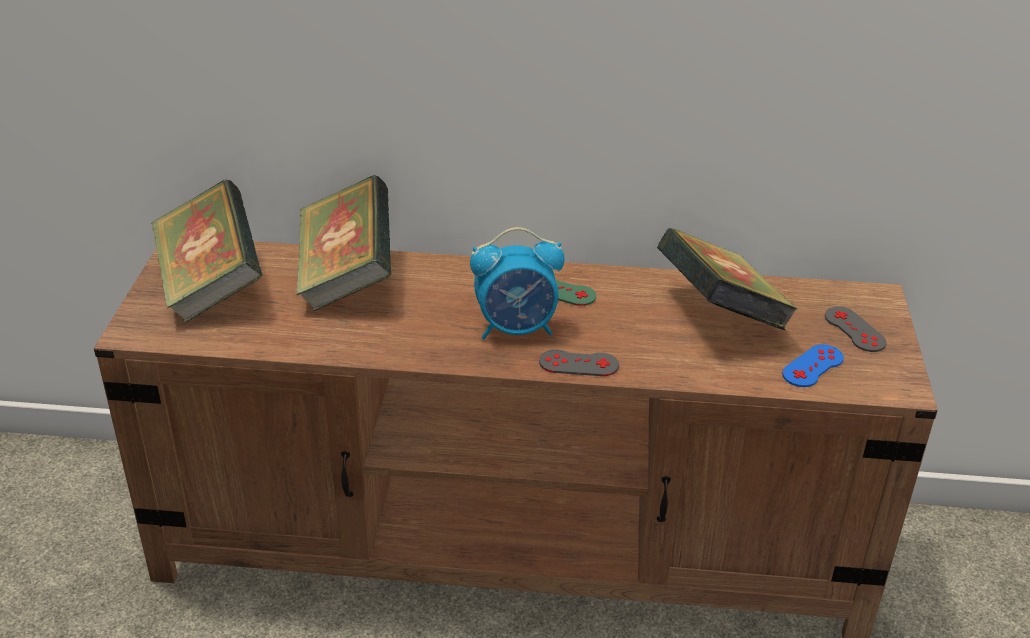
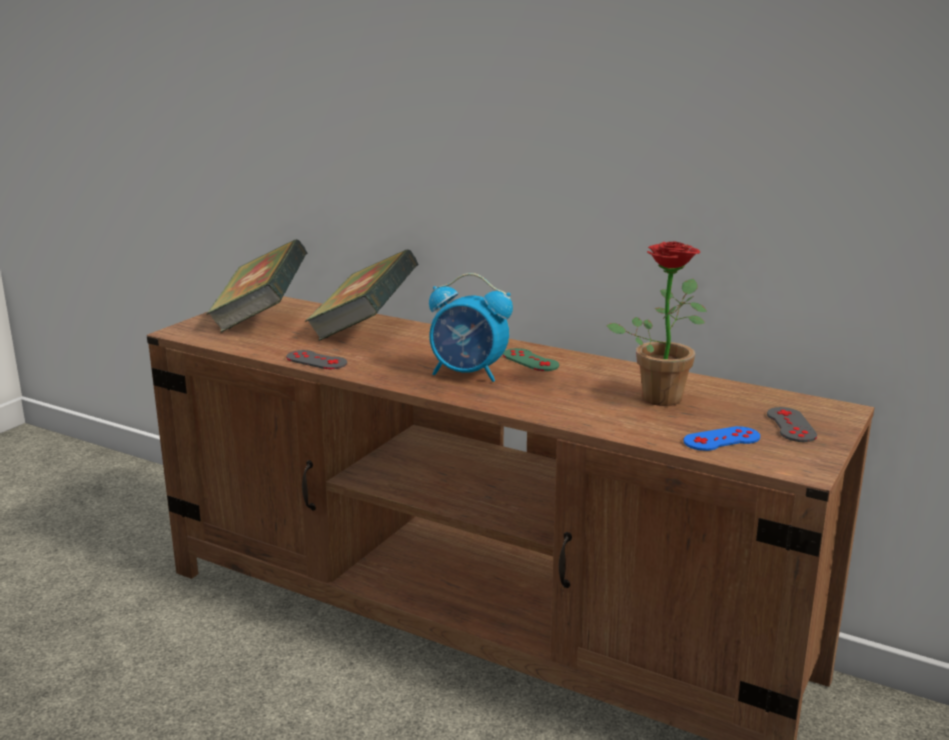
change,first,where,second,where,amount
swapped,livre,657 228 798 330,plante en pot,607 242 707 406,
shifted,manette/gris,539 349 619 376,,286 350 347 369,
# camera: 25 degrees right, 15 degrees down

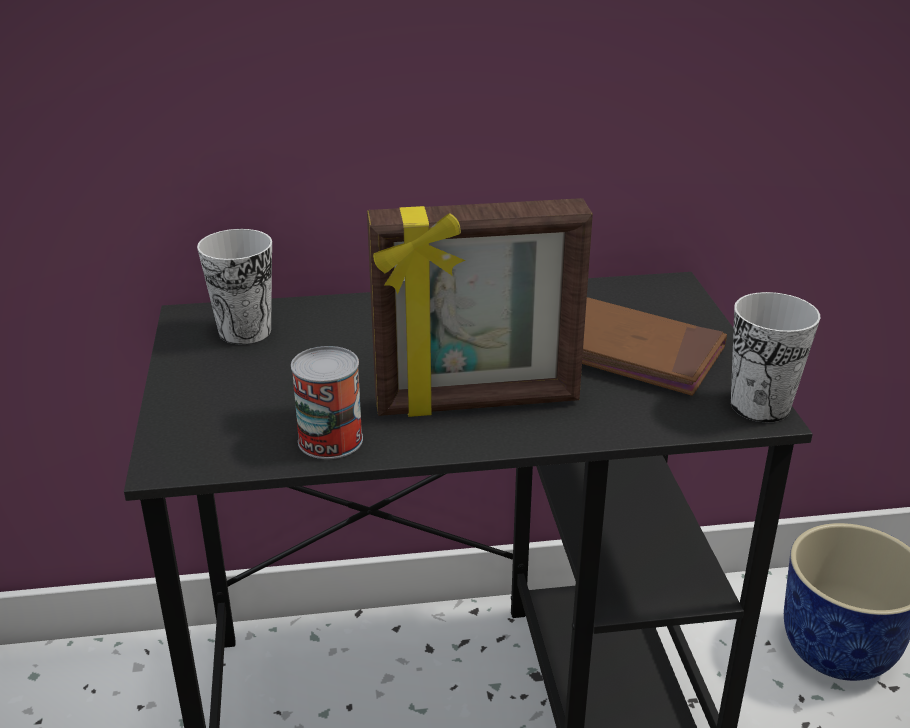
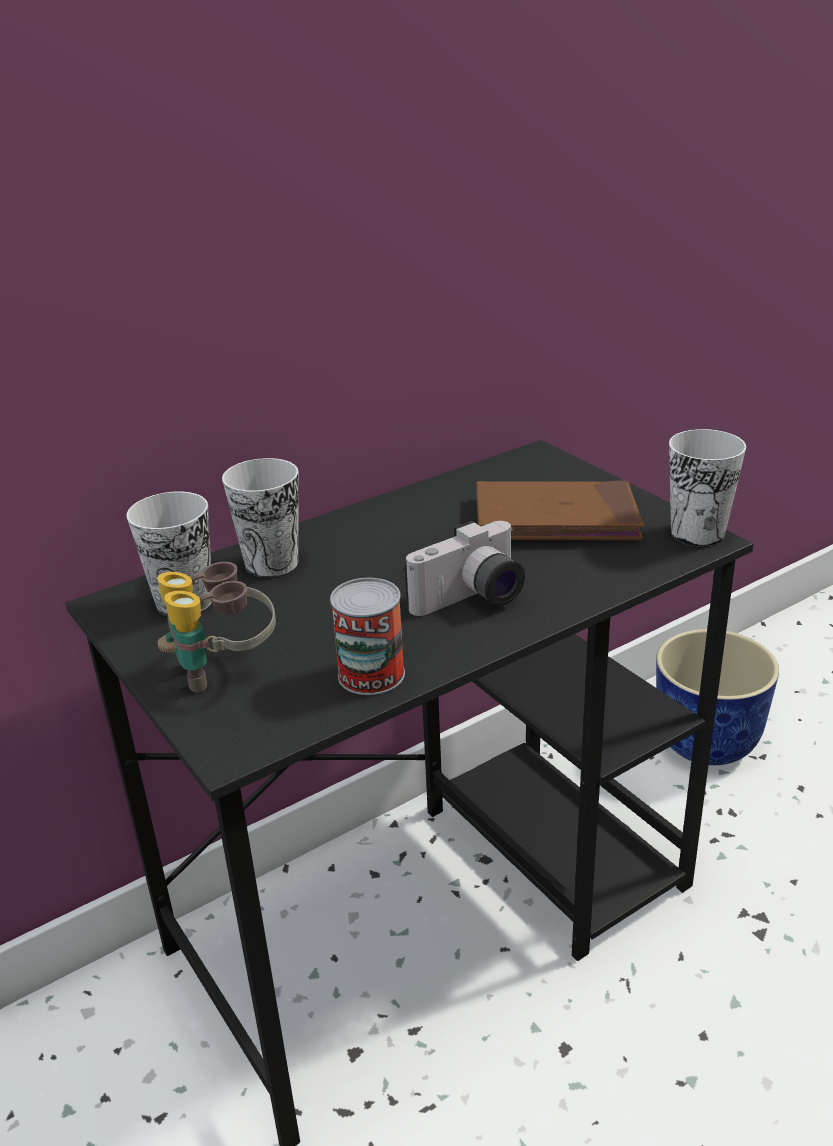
change,first,where,second,where,amount
swapped,cadre photo,367 198 593 417,appareil photo,404 521 525 616,
new,,,tasse,222 458 298 577,
new,,,jumelles,157 562 276 693,
# camera: 25 degrees left, 0 degrees up

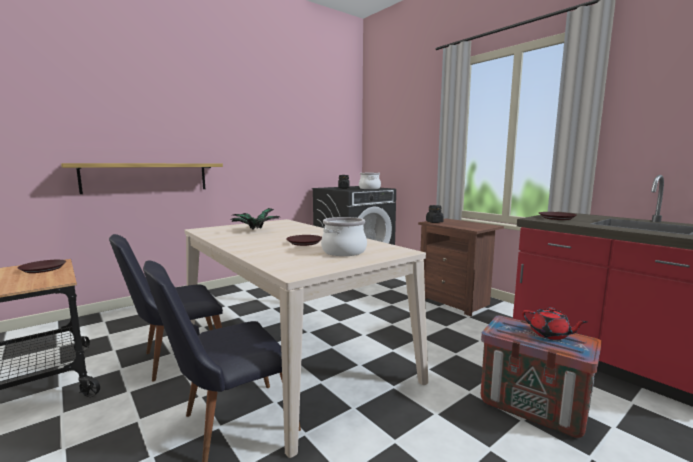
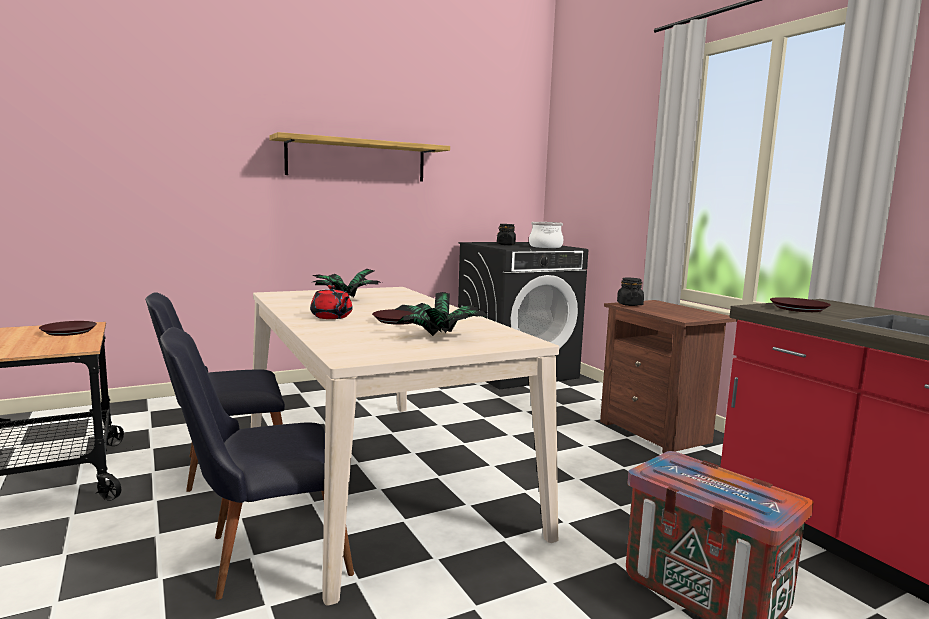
change,first,where,second,where,amount
shifted,étagère,61 163 223 194,,269 132 450 182,
swapped,marmite,321 217 367 256,plante en pot,394 292 488 336,
shifted,théière/rouge,522 307 587 340,,310 285 353 319,
# camera: 10 degrees right, 0 degrees up

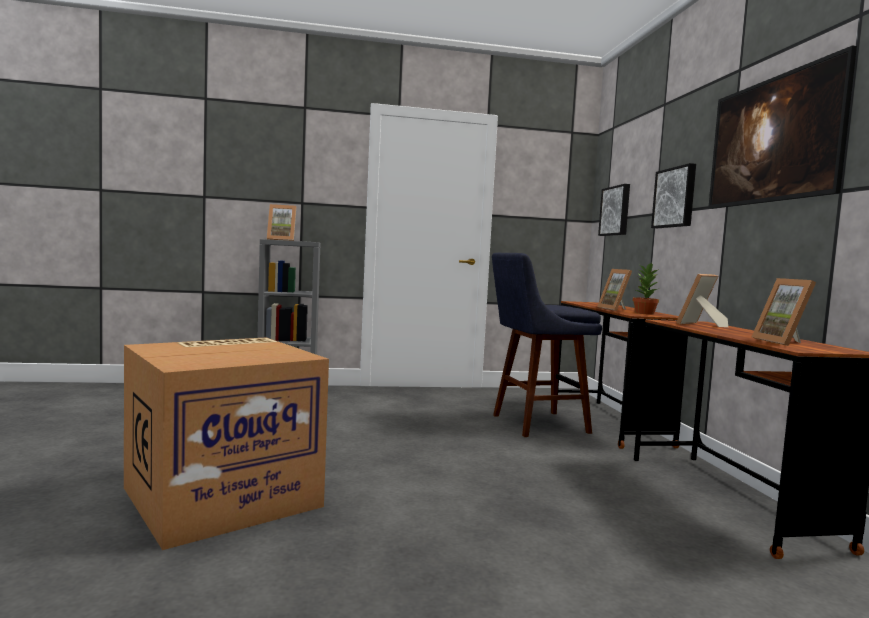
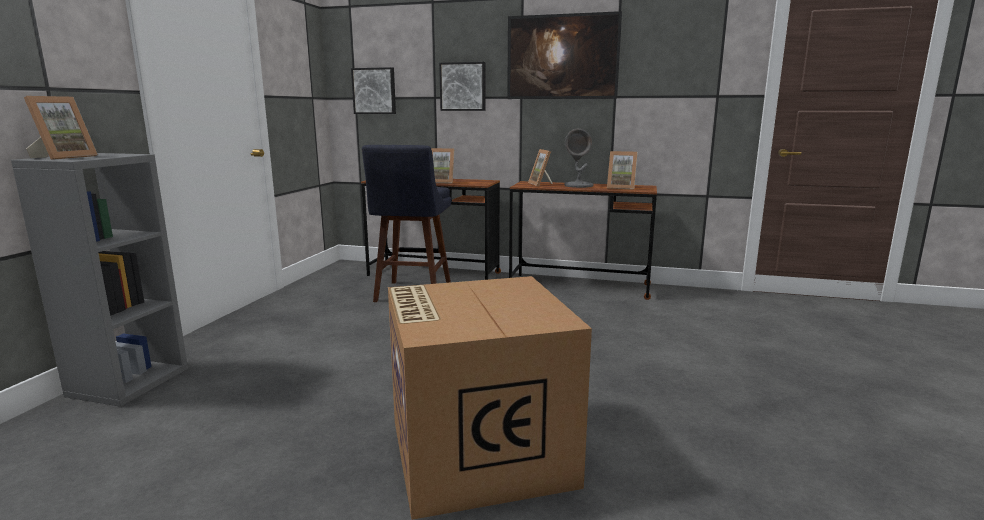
change,first,where,second,where,amount
gone,plante en pot,633 264 659 315,,,
new,,,lampe de table/gris,564 129 593 188,
# camera: 65 degrees left, 10 degrees up

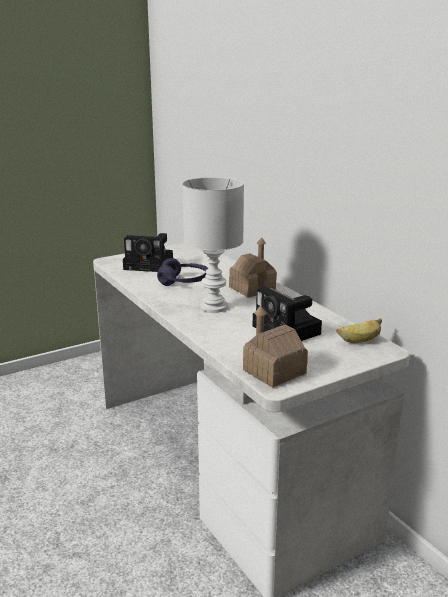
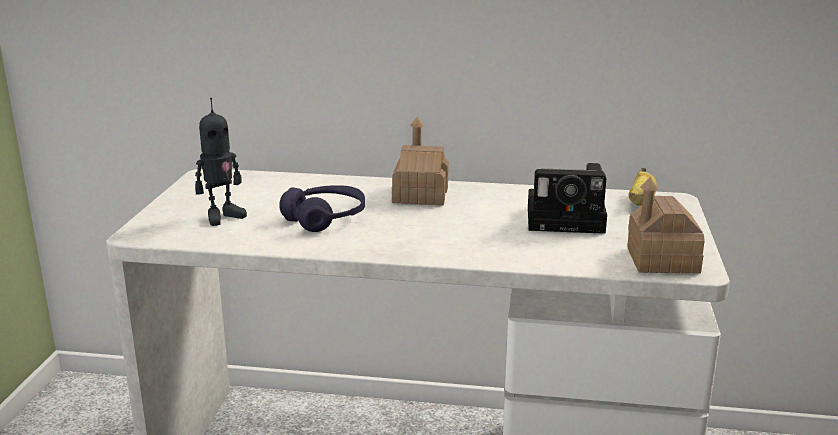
change,first,where,second,where,amount
gone,lampe de table/blanc,182 177 244 313,,,
swapped,appareil photo,123 233 173 272,robot jouet,195 98 247 226,
# camera: 50 degrees left, 0 degrees up

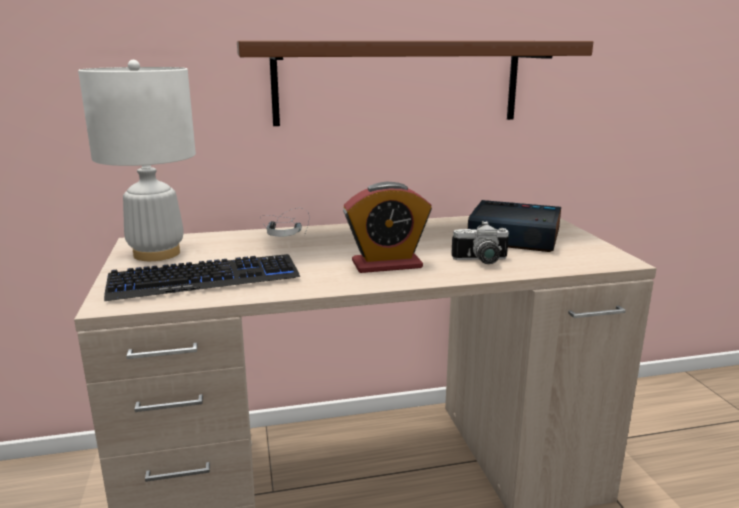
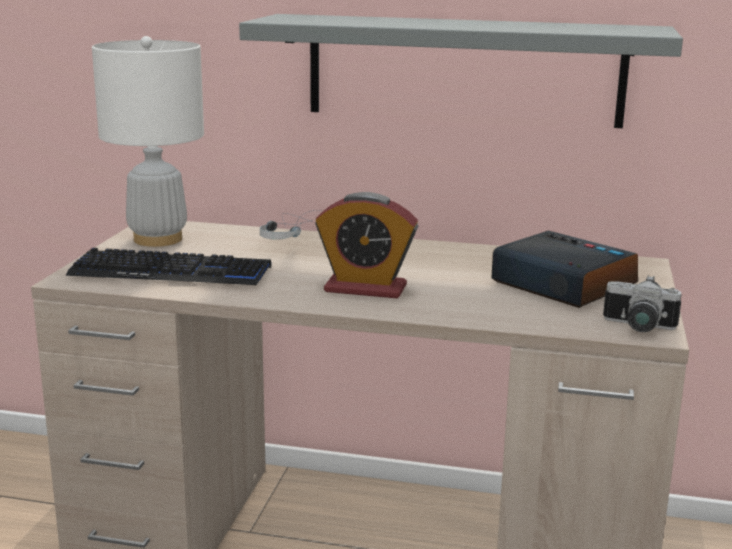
change,first,where,second,where,amount
repainted,étagère/marron,237 41 593 126,étagère/gris,239 14 683 128,
shifted,appareil photo,451 221 509 264,,603 275 682 332,
# camera: 25 degrees right, 0 degrees up

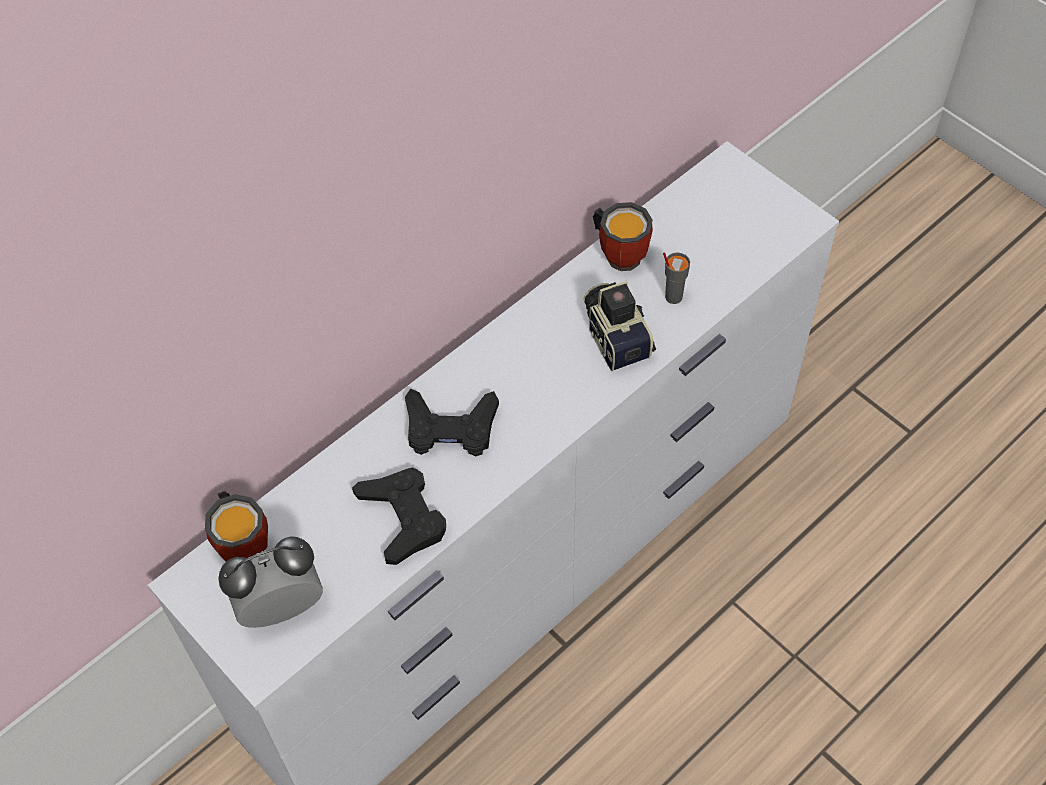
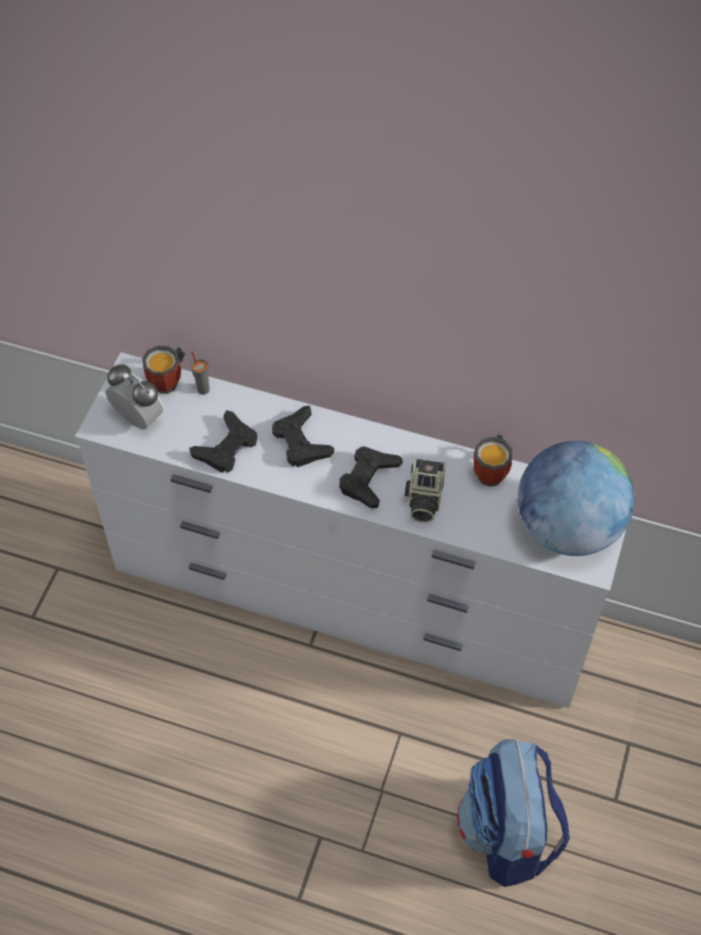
change,first,where,second,where,amount
shifted,tasse/gris,663 252 690 304,,191 351 209 395,
rotated,appareil photo,583 281 656 371,,405 459 446 523,150 degrees clockwise
new,,,globe,518 441 635 556,
new,,,manette/noir,339 446 403 508,
new,,,sac à dos,457 739 570 887,
# camera: 60 degrees right, 0 degrees up

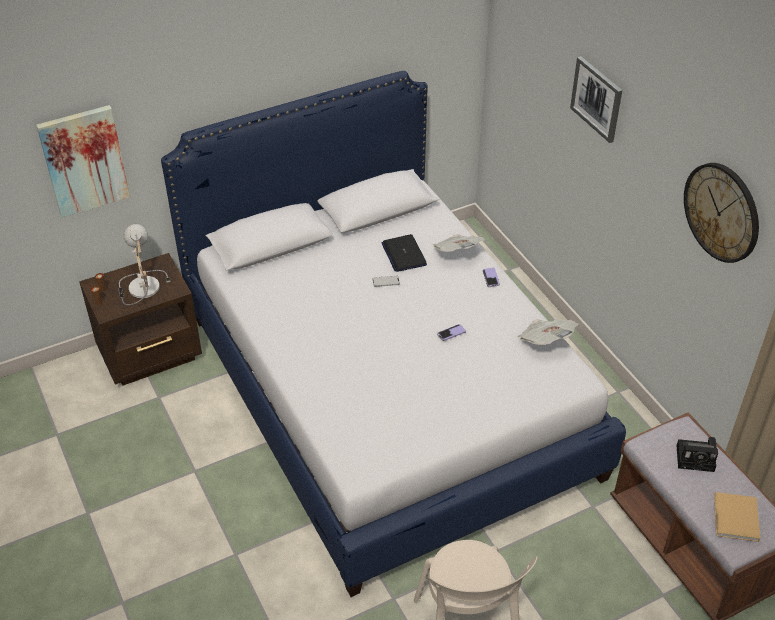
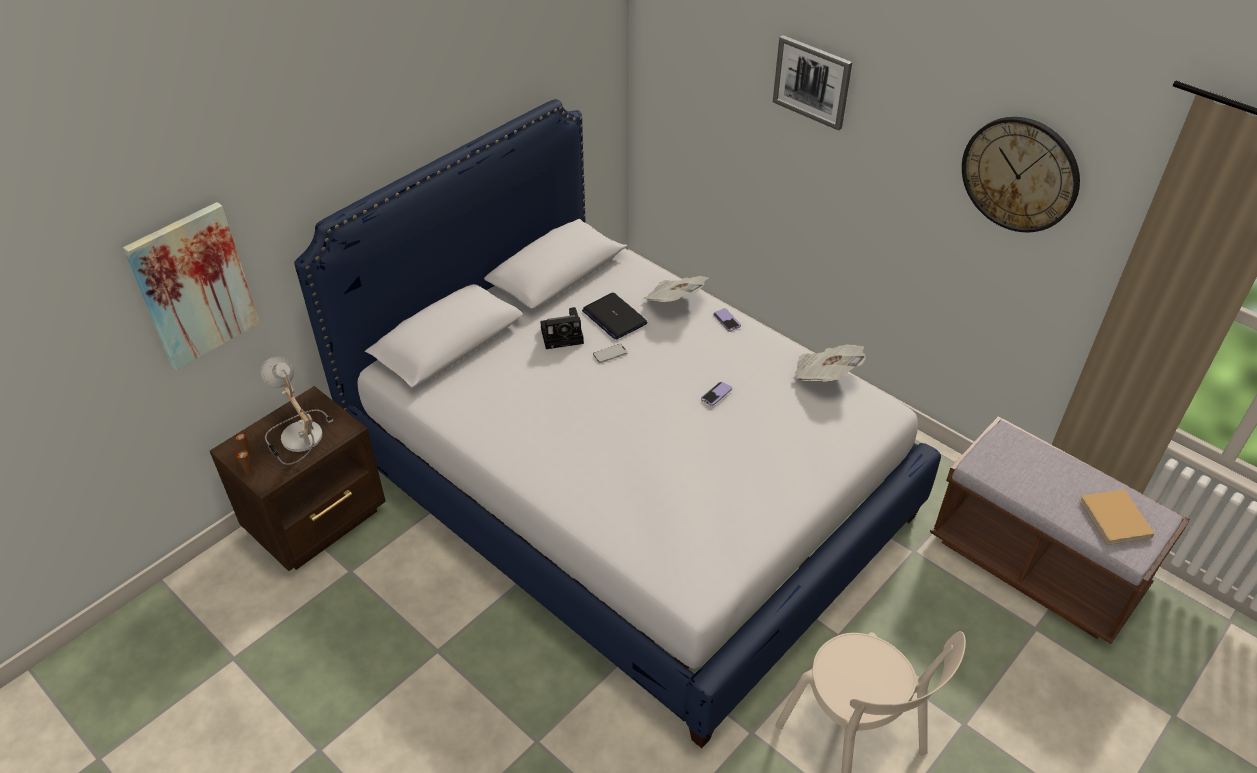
change,first,where,second,where,amount
shifted,appareil photo,677 437 718 472,,540 307 584 349,
# camera: 20 degrees left, 0 degrees up

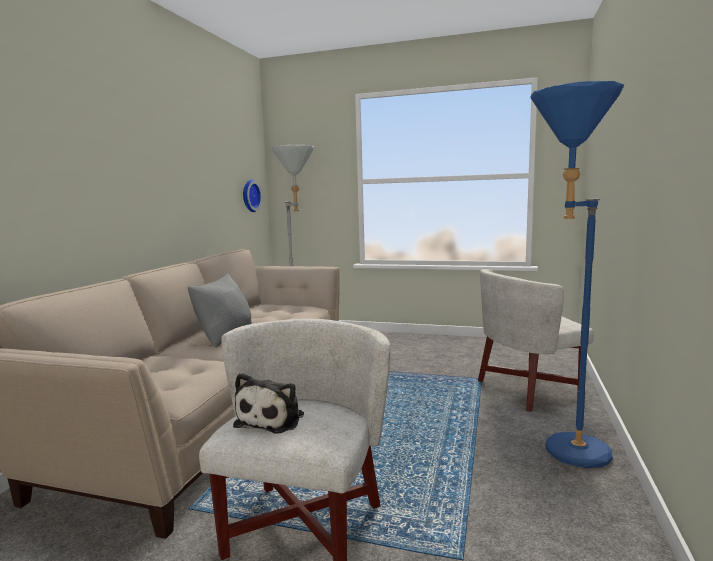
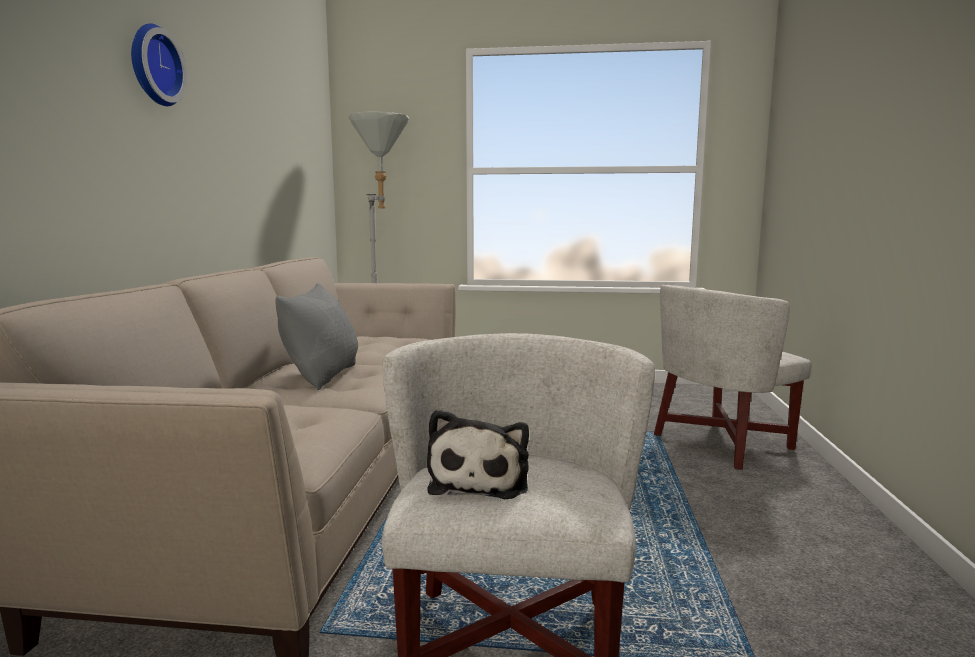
change,first,where,second,where,amount
gone,lampadaire/bleu,530 81 624 468,,,
shifted,horloge murale,243 180 262 212,,131 23 187 106,
# camera: 10 degrees left, 0 degrees up

